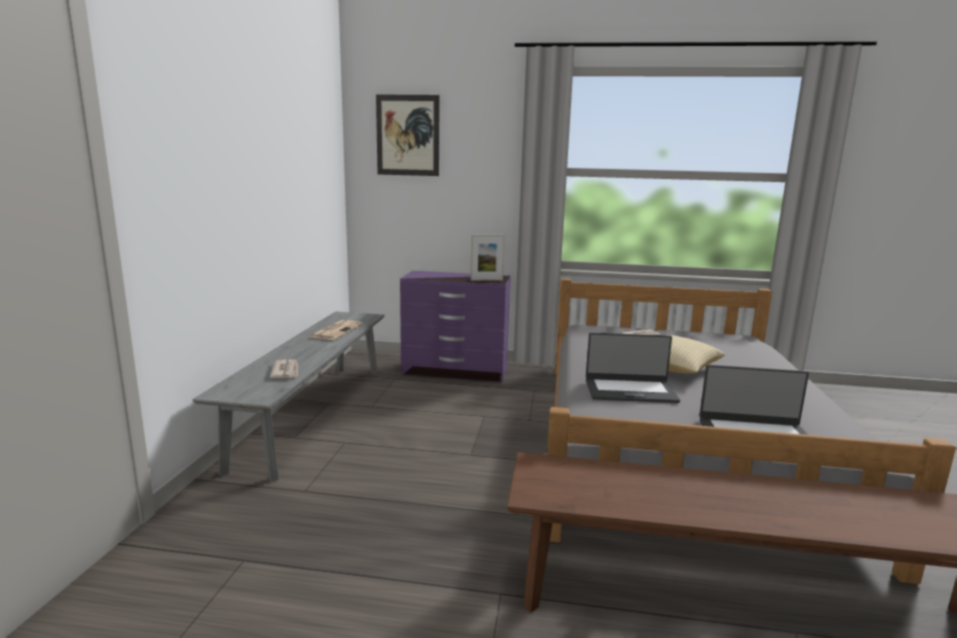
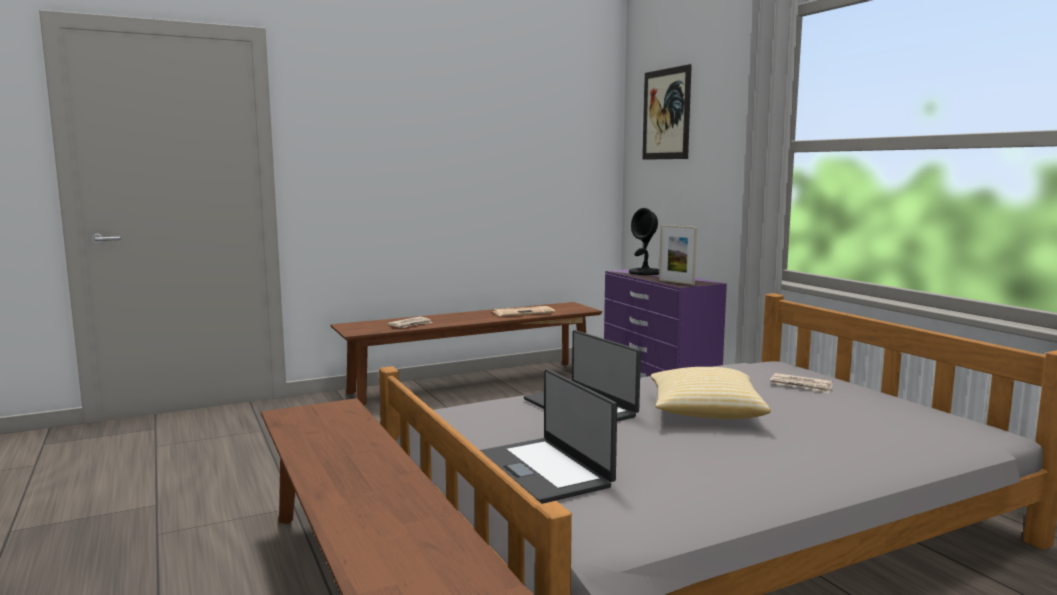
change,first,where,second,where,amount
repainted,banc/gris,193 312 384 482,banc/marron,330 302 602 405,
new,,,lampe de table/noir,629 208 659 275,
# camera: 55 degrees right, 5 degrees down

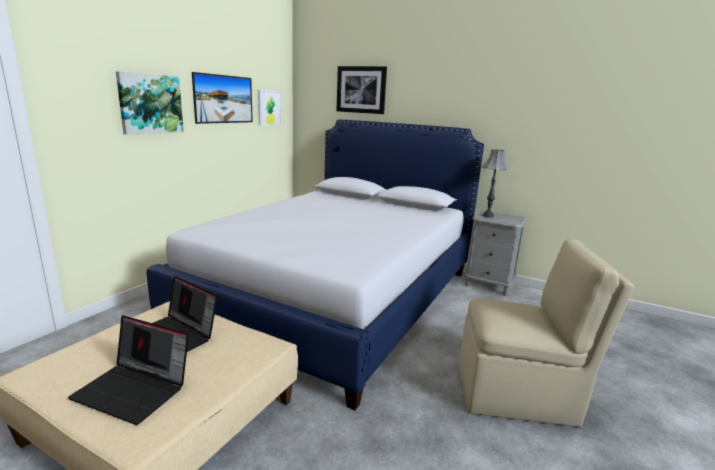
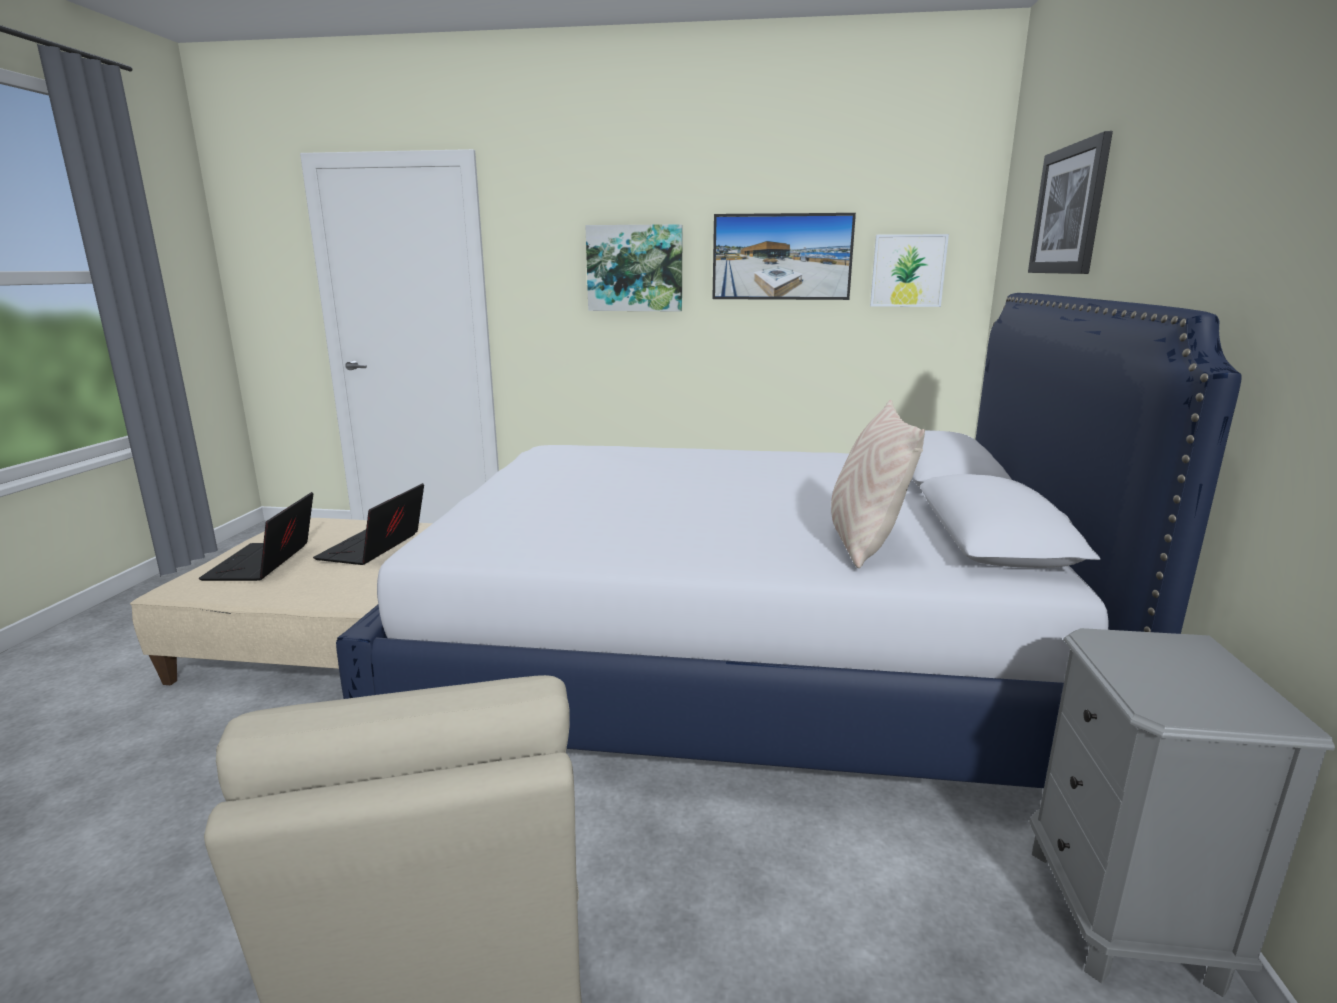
change,first,where,second,where,amount
gone,lampe de table/gris,482 149 510 218,,,
new,,,coussin/beige,831 400 925 568,
# camera: 70 degrees right, 0 degrees up

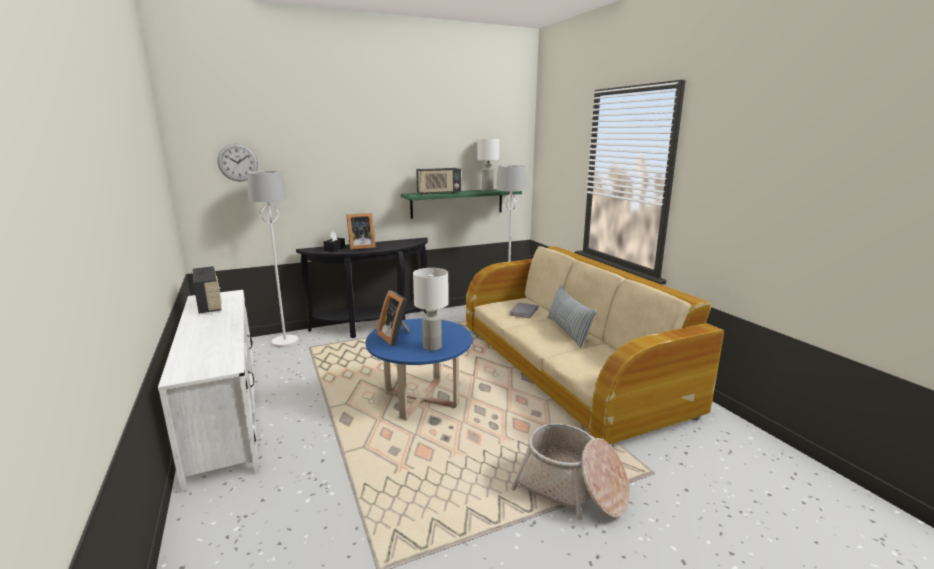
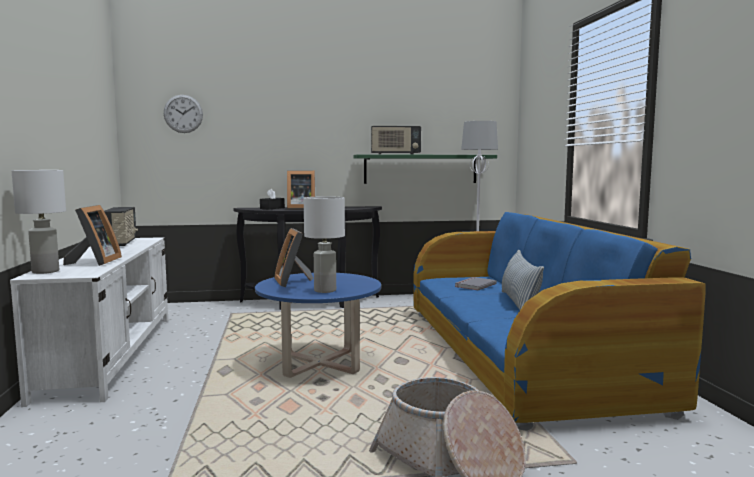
change,first,where,second,where,amount
shifted,lampe de table/blanc,477 138 499 191,,11 170 66 274,
gone,lampadaire/blanc,247 171 299 347,,,
repainted,canapé/beige,466 246 724 446,canapé/bleu,413 212 706 431,
new,,,cadre photo,63 205 122 266,
# camera: 15 degrees right, 10 degrees down

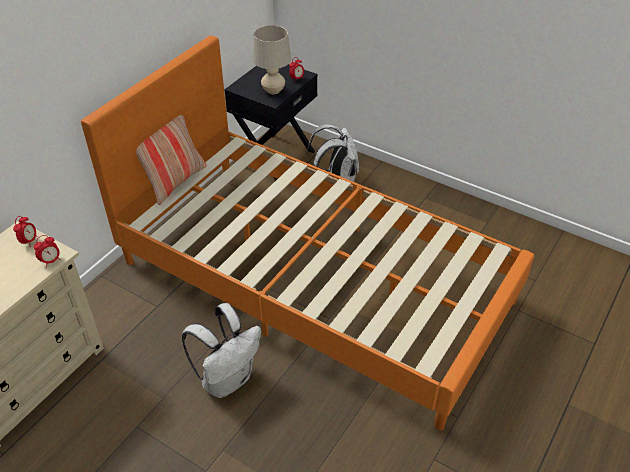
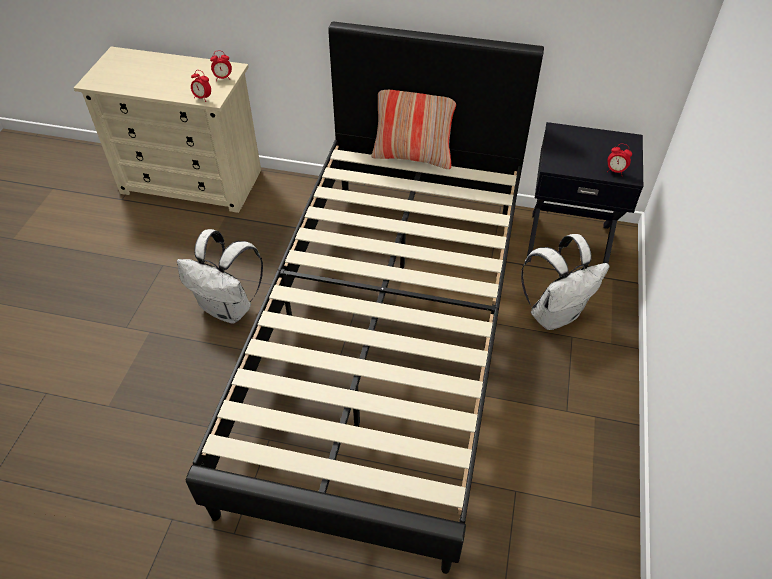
change,first,where,second,where,amount
gone,lampe de table/beige,253 25 291 94,,,
repainted,lit/orange,81 35 534 430,lit/noir,186 22 544 574,
# camera: 70 degrees right, 5 degrees up

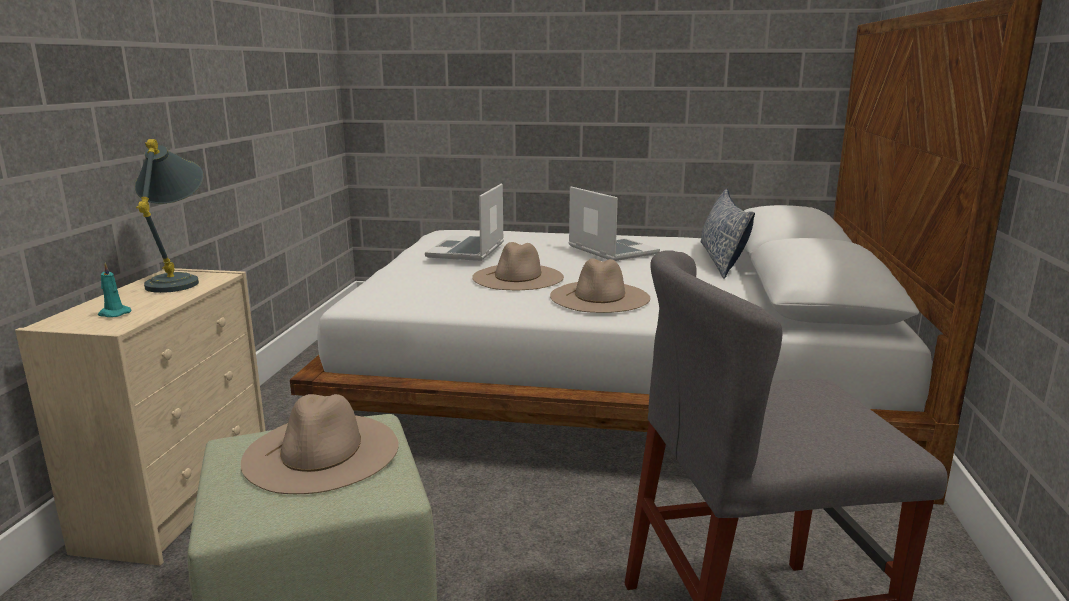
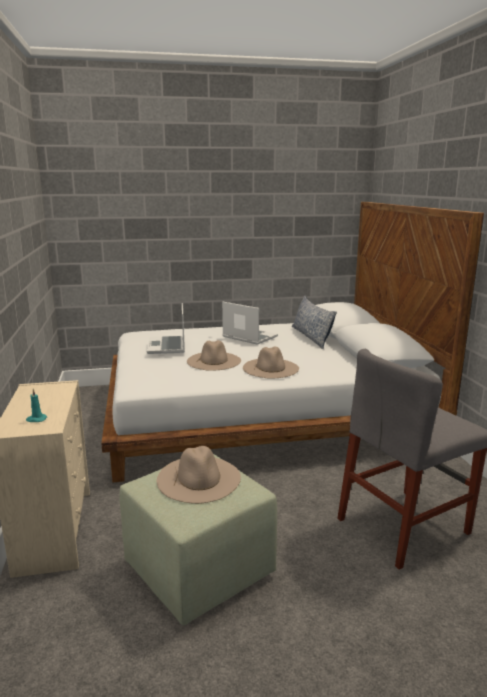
change,first,where,second,where,amount
gone,lampe de table/gris,135 139 204 293,,,
# camera: 20 degrees left, 0 degrees up

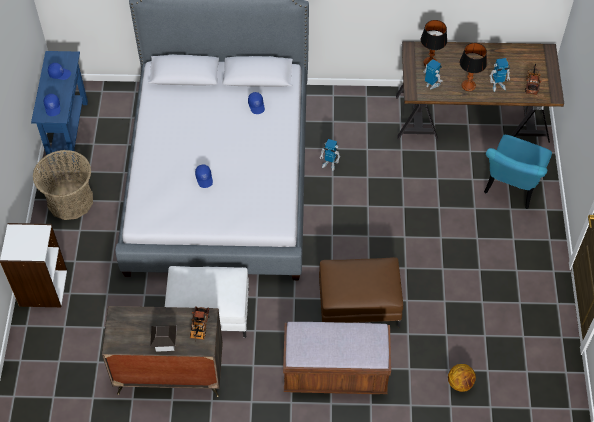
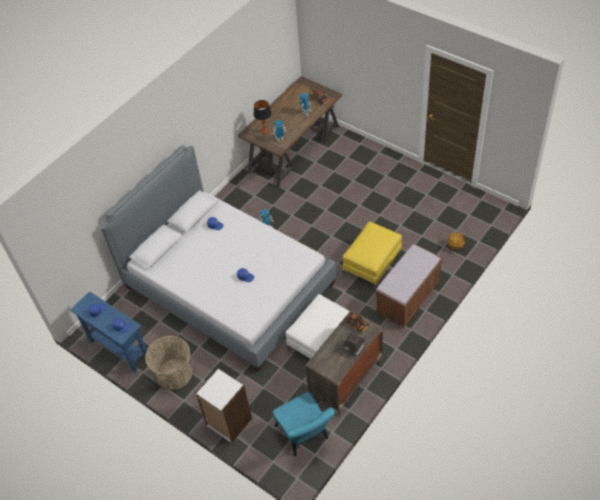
change,first,where,second,where,amount
gone,lampe de table,460 43 487 91,,,
shifted,chaise/turquoise,484 135 552 209,,272 392 335 456,
repainted,pouf/marron,319 257 403 327,pouf/jaune,343 222 402 290,
# camera: 50 degrees left, 5 degrees down

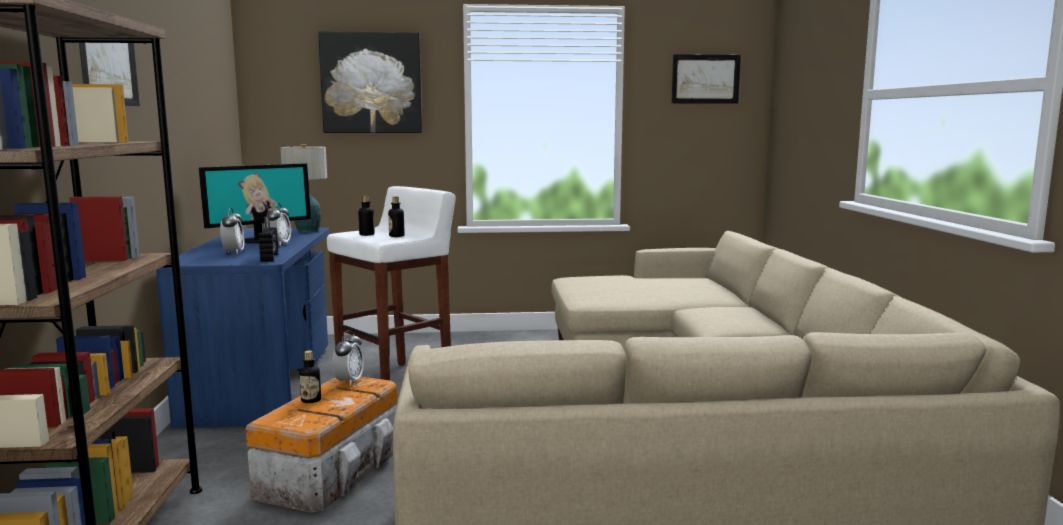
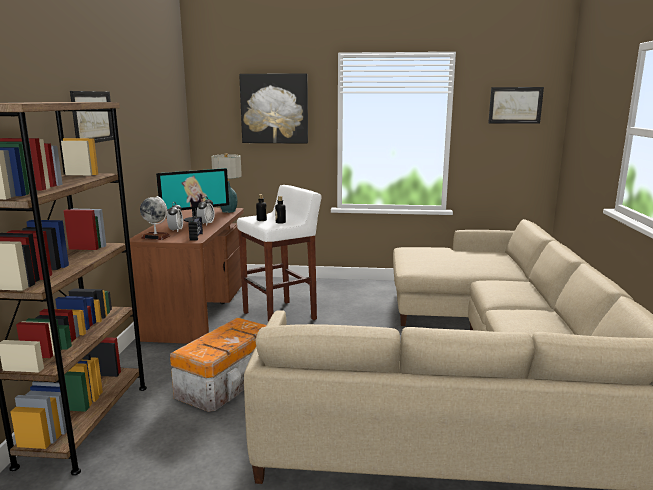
change,first,where,second,where,amount
repainted,bureau/bleu,156 227 329 428,bureau/marron,129 208 244 344,
gone,réveil,332 331 364 386,,,
gone,bouteille,299 351 321 403,,,
new,,,globe,140 196 170 240,
# camera: 10 degrees right, 5 degrees up

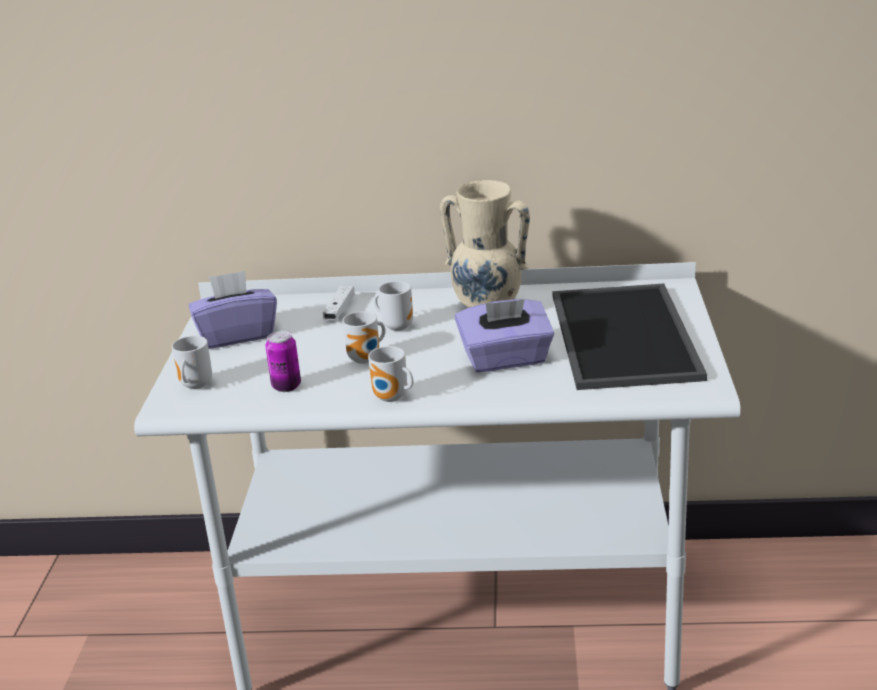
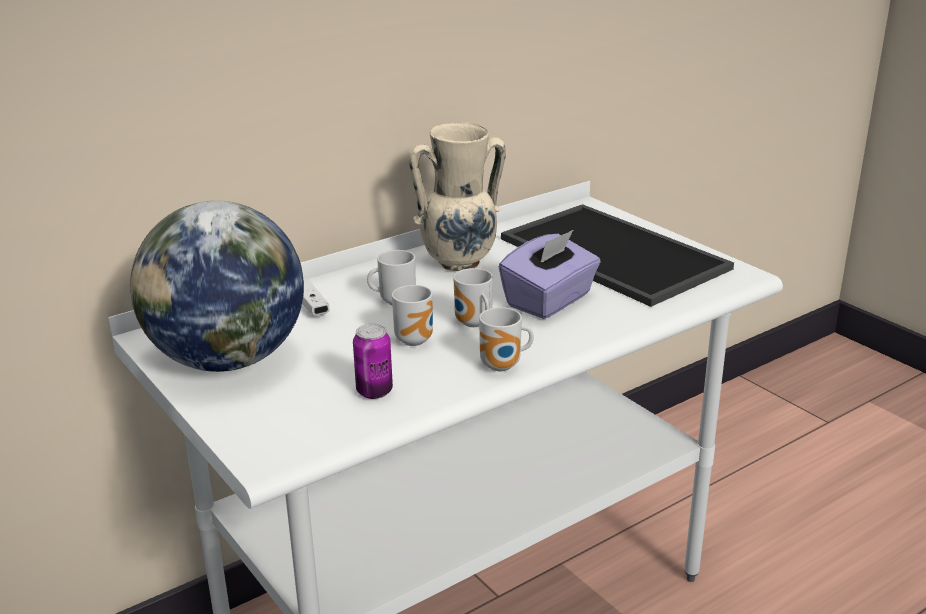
change,first,where,second,where,amount
swapped,boîte à mouchoirs/violet,189 271 277 349,globe,130 201 304 372,
shifted,mug,172 336 212 389,,453 268 493 327,
# camera: 40 degrees left, 0 degrees up

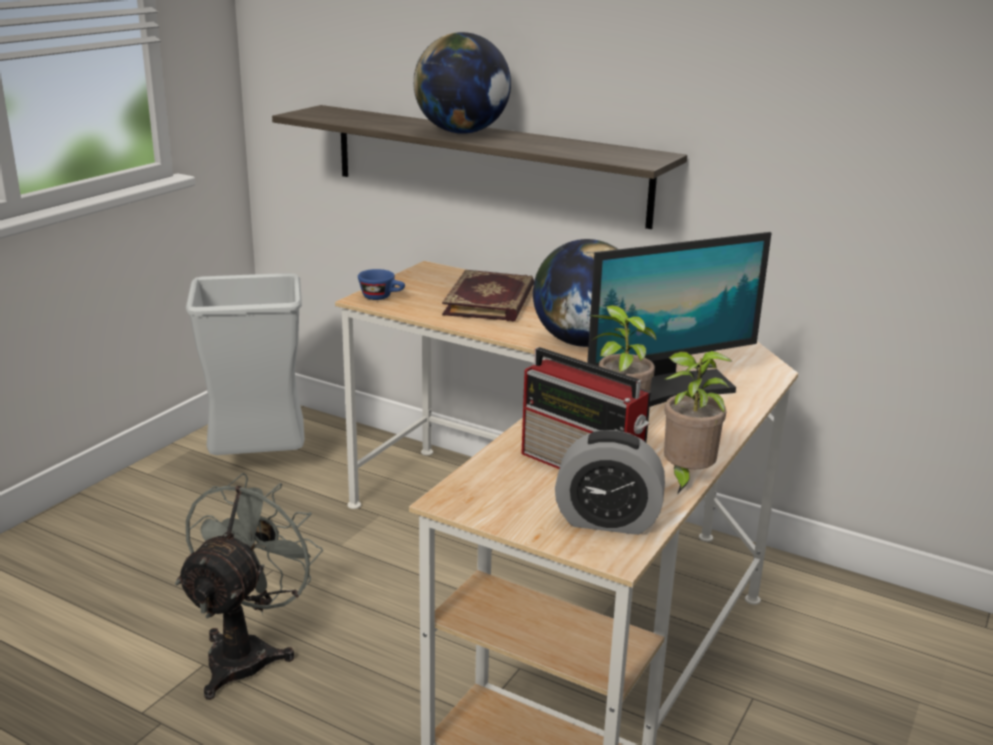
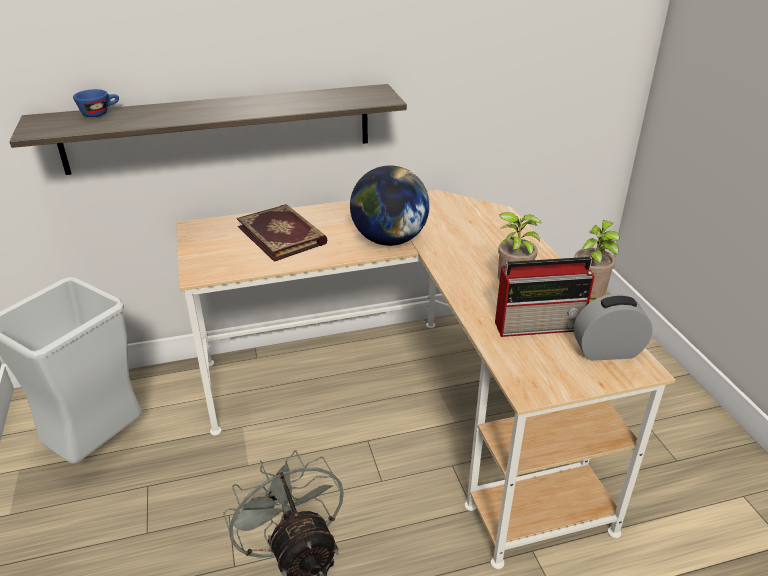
change,first,where,second,where,amount
gone,globe,413 32 511 134,,,
gone,écran d'ordinateur,587 232 772 407,,,
shifted,tasse/bleu,358 269 405 300,,73 89 119 117,
rotated,réveil,555 430 665 535,,574 294 653 361,150 degrees counterclockwise
# camera: 45 degrees left, 10 degrees up

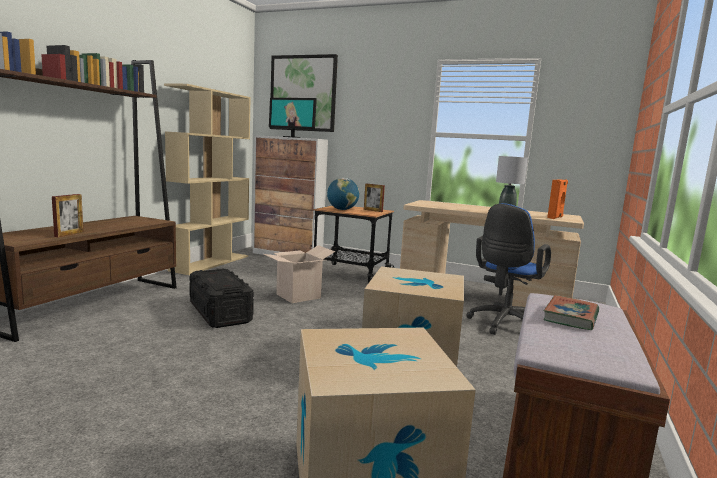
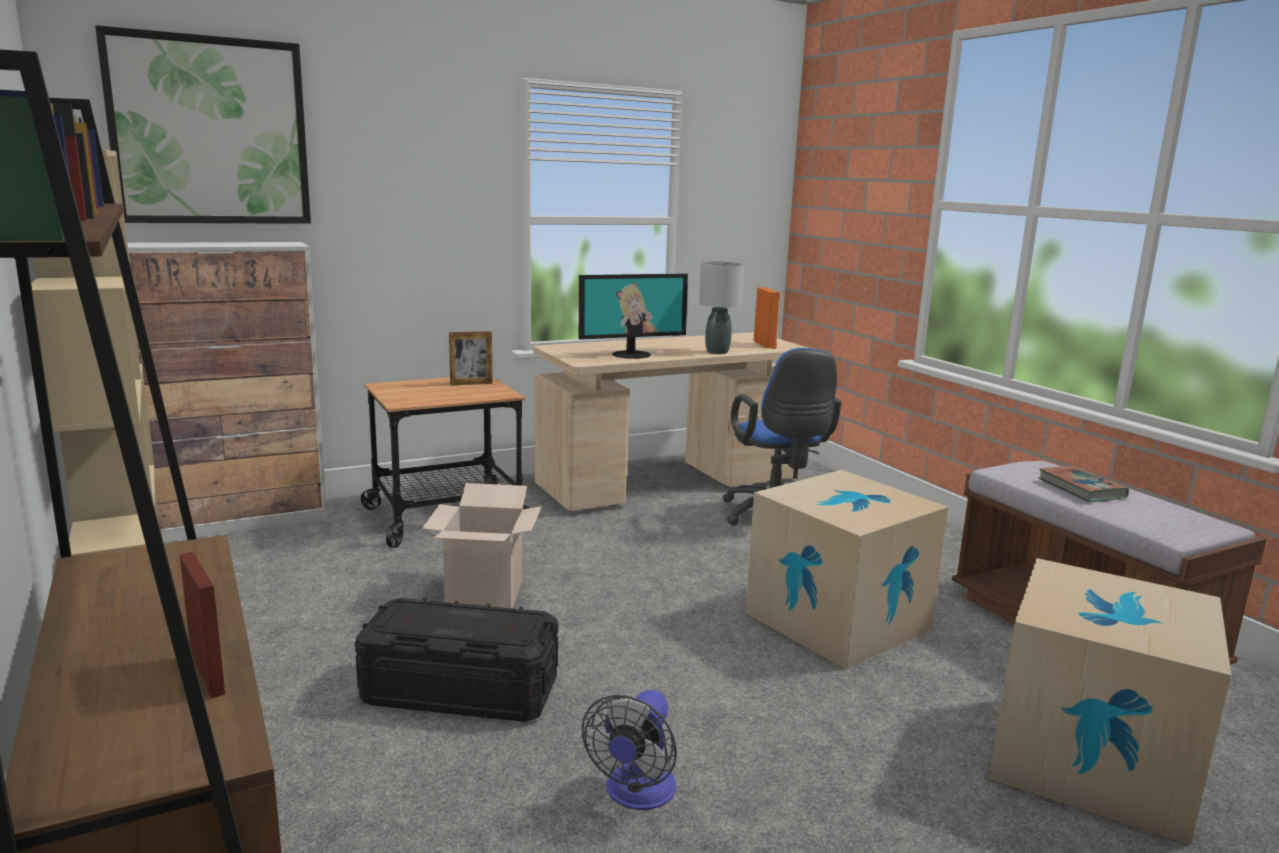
change,first,where,second,where,amount
shifted,écran d'ordinateur,269 98 317 138,,579 273 688 359,
gone,globe,327 178 359 210,,,
new,,,ventilateur,582 690 677 810,
# camera: 50 degrees left, 5 degrees up

